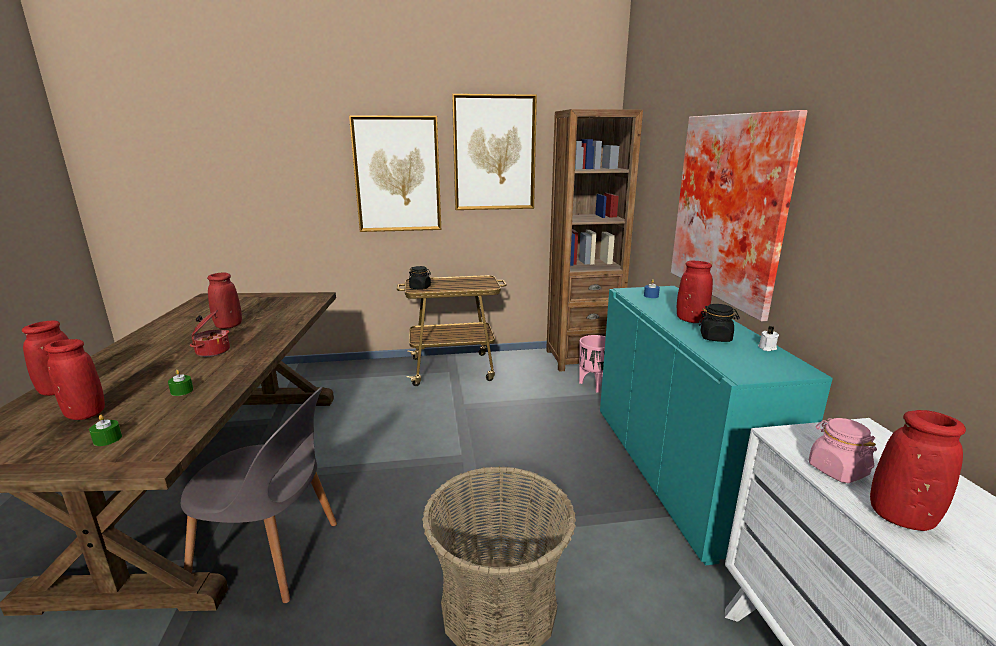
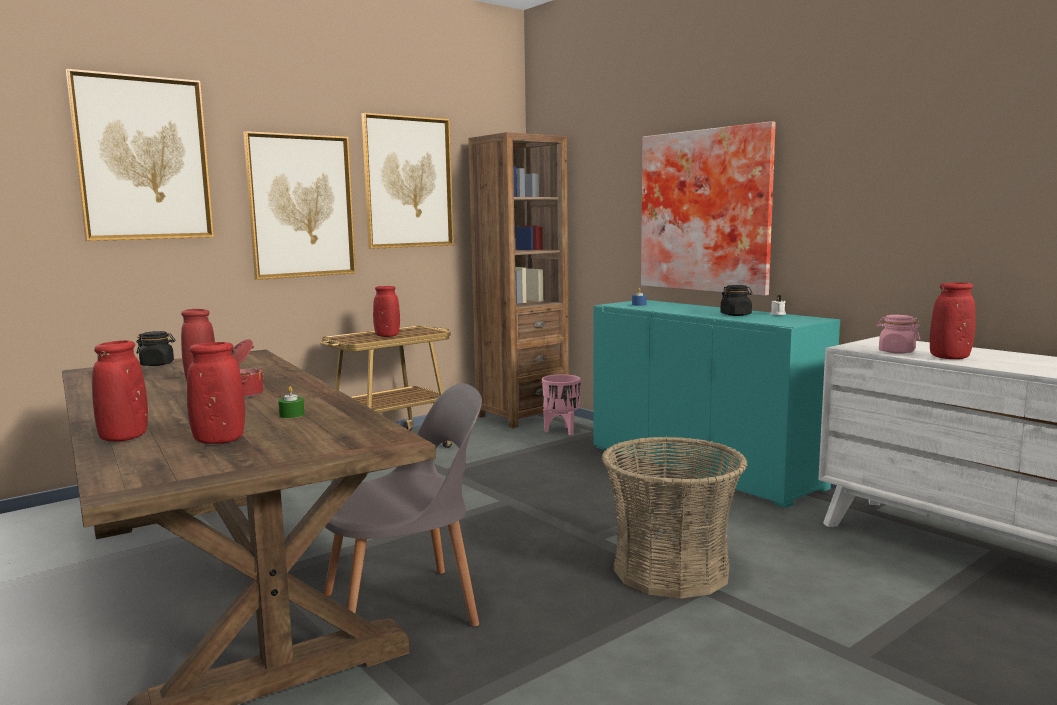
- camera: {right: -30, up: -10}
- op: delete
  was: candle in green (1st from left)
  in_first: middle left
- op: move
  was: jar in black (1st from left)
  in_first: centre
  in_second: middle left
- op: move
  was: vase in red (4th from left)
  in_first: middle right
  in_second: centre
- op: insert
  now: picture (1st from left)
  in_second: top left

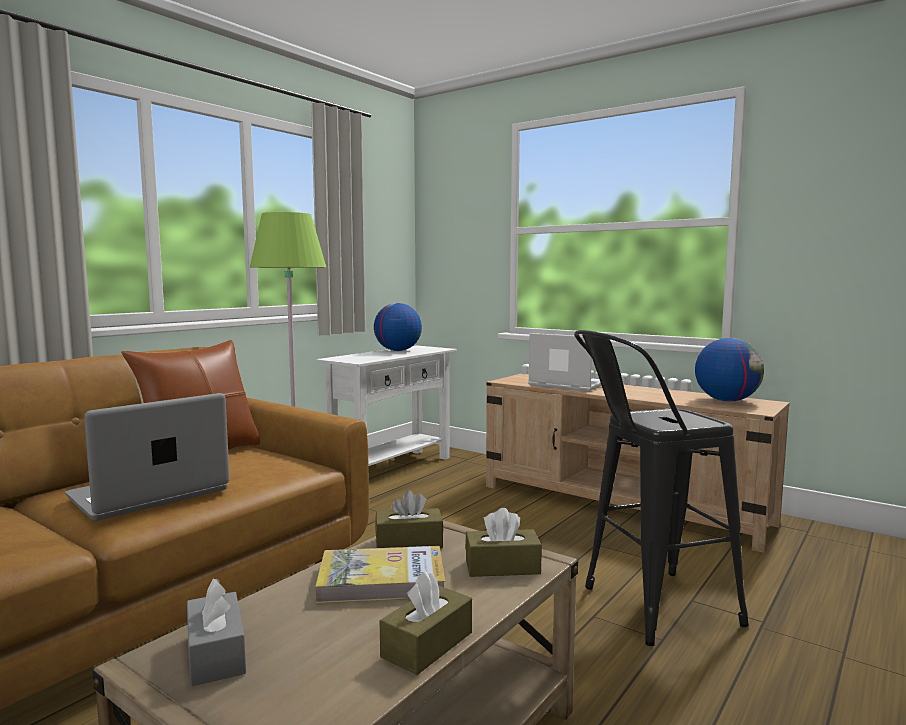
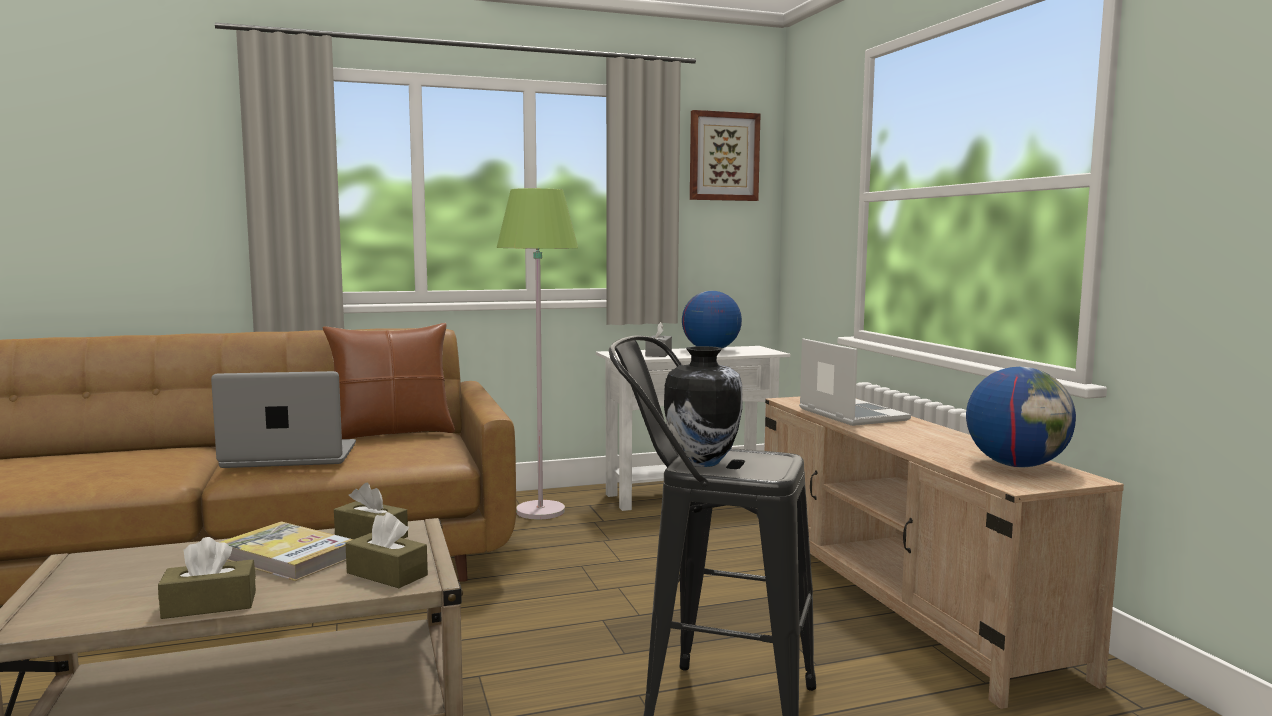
- camera: {right: 35, up: 0}
- op: move
  was: tissue box in grey
  in_first: bottom left
  in_second: centre
- op: insert
  now: vase
  in_second: centre
- op: insert
  now: picture
  in_second: top centre

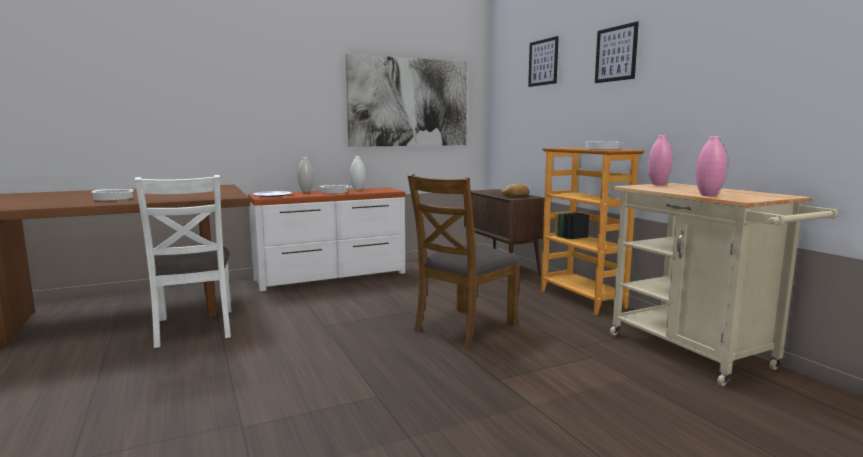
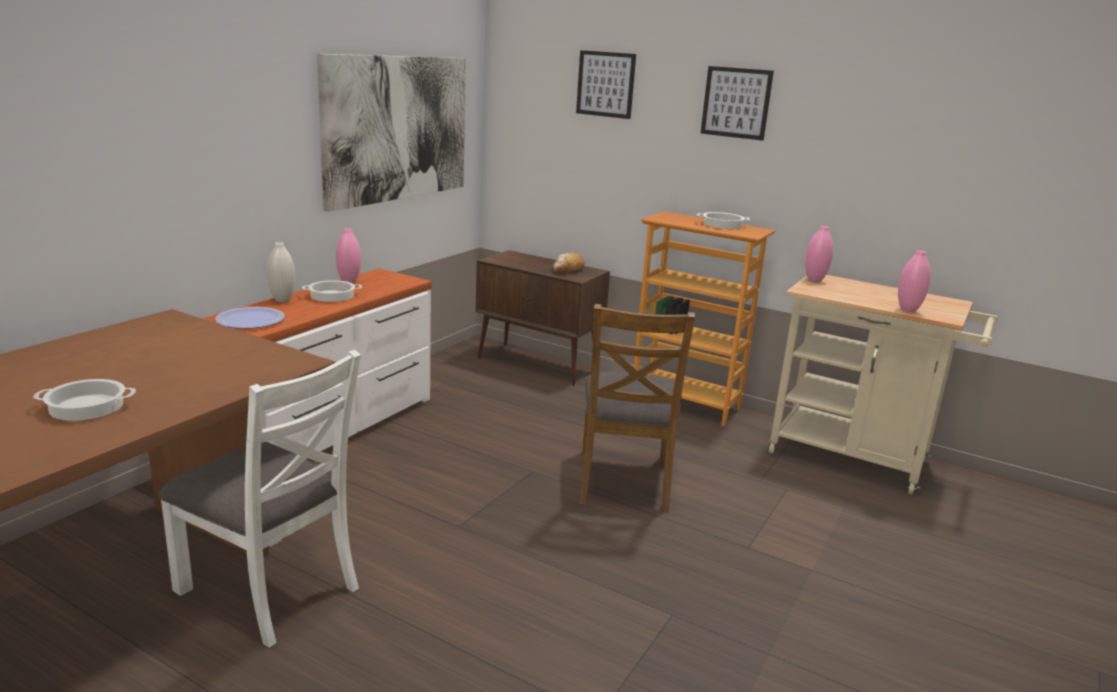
- camera: {right: -35, up: 10}
- op: recolor
  was: vase in white (2nd from left)
  now: vase in pink (1st from left)
  in_first: centre
  in_second: middle left

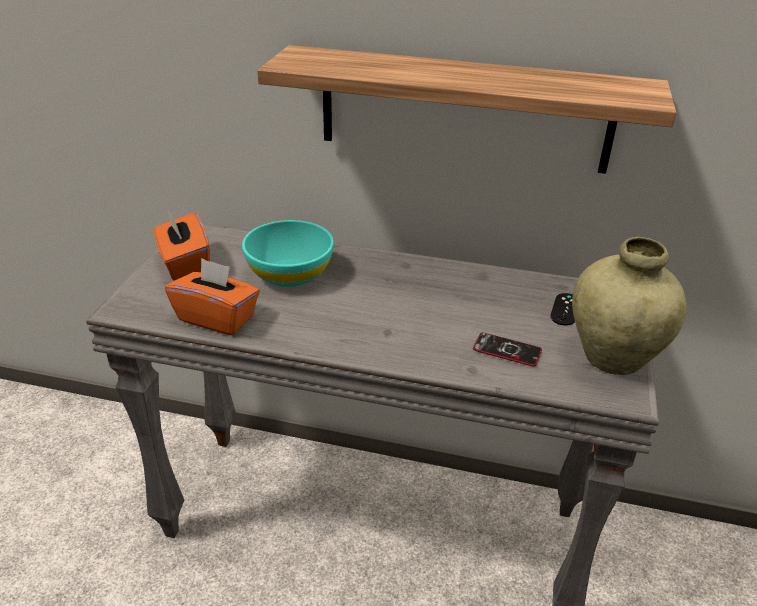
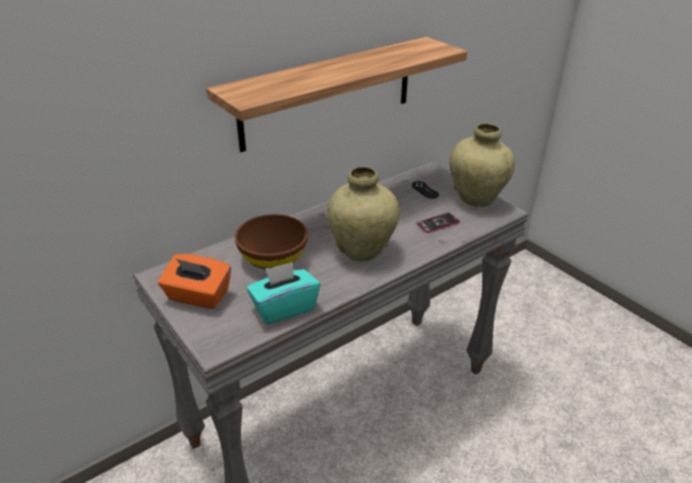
- camera: {right: -50, up: 0}
- op: recolor
  was: tissue box in orange (2nd from left)
  now: tissue box in turquoise
  in_first: middle left
  in_second: centre
- op: recolor
  was: bowl in turquoise
  now: bowl in brown
  in_first: centre
  in_second: centre
- op: insert
  now: vase in beige (1st from left)
  in_second: centre

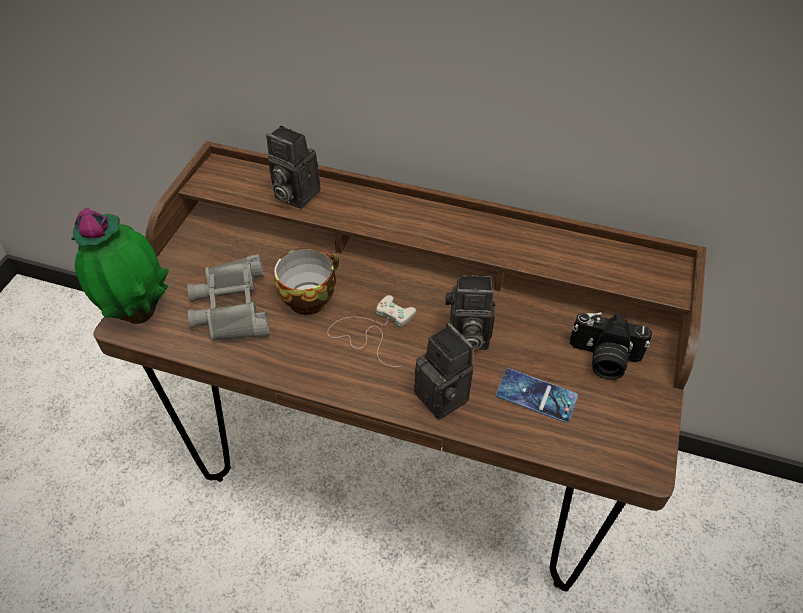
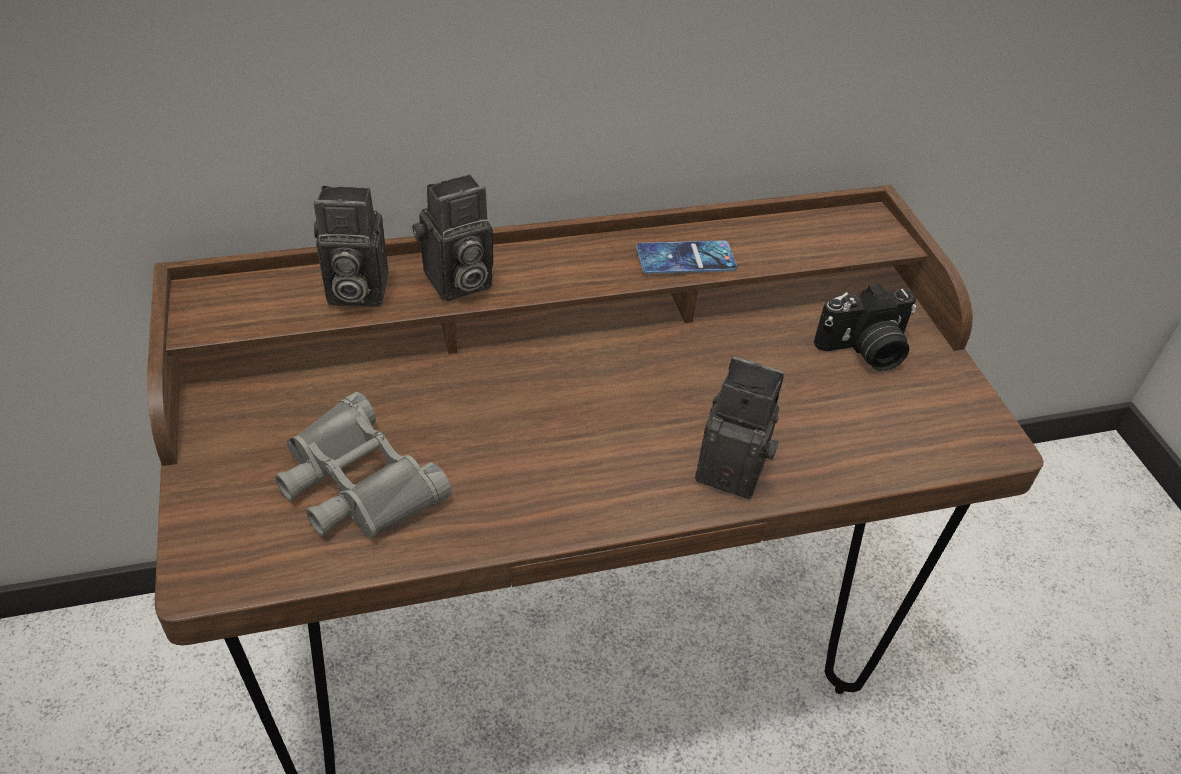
- camera: {right: -35, up: -5}
- op: delete
  was: potted plant
  in_first: middle left
- op: delete
  was: cup
  in_first: centre
- op: delete
  was: game controller in white
  in_first: centre
- op: move
  was: photo camera (3rd from left in the first image)
  now: photo camera (2nd from left)
  in_first: centre
  in_second: top centre
- op: move
  was: phone
  in_first: middle right
  in_second: top centre

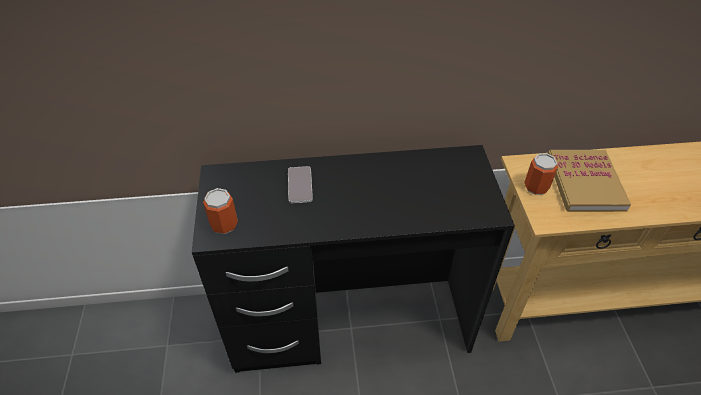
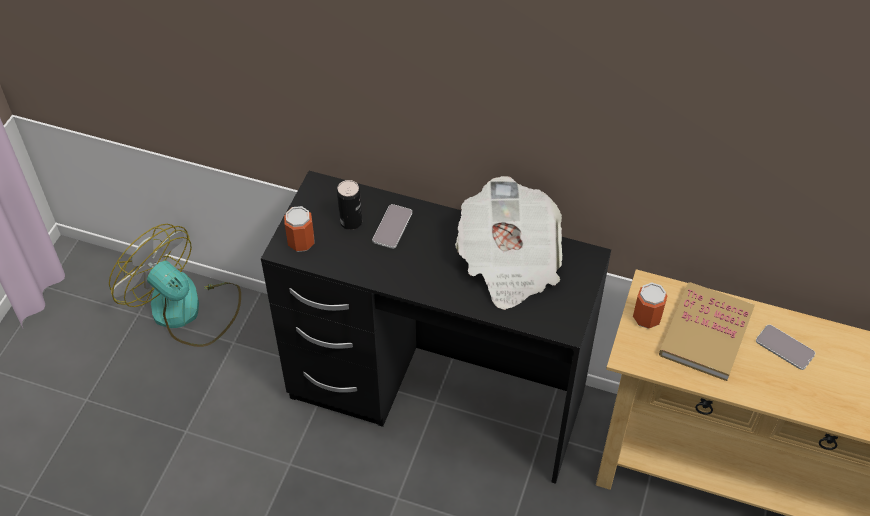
- camera: {right: 25, up: 5}
- op: insert
  now: fan
  in_second: middle left
- op: insert
  now: can (2nd from left)
  in_second: centre
- op: insert
  now: newspaper
  in_second: centre
- op: insert
  now: phone (2nd from left)
  in_second: bottom right

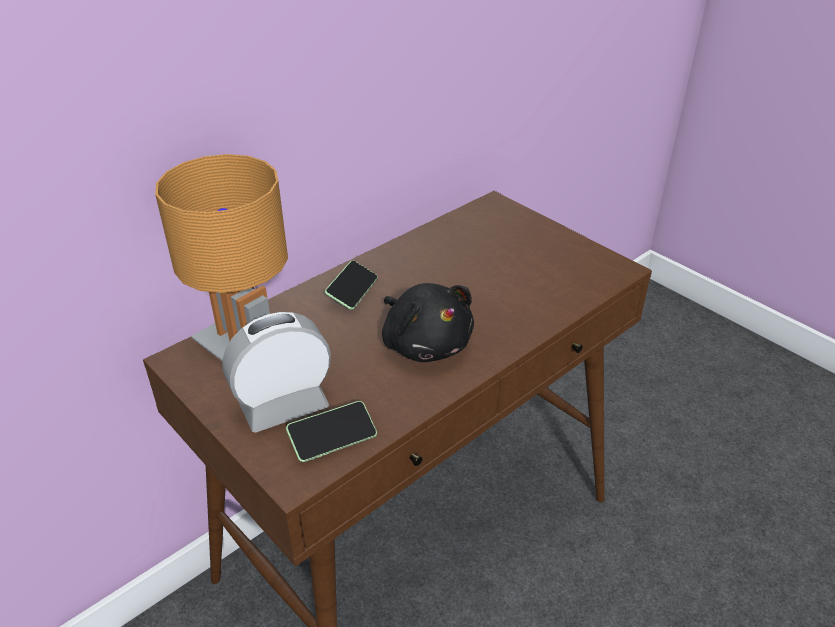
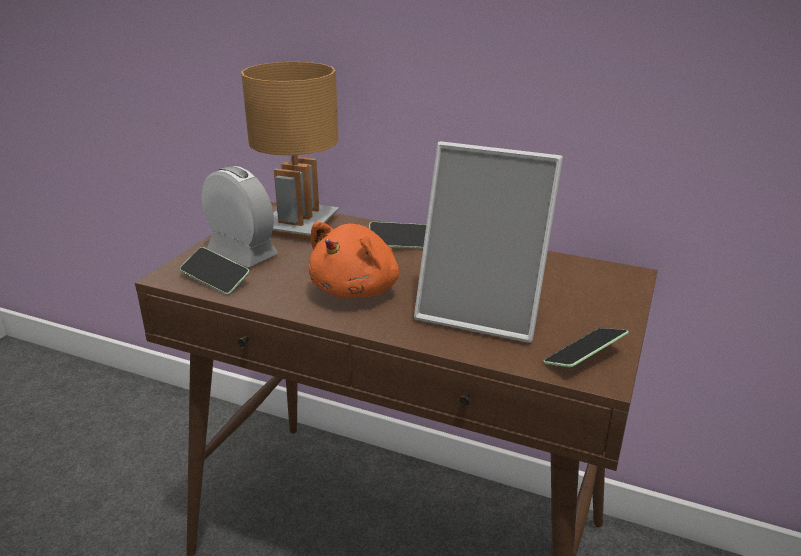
- camera: {right: 65, up: -10}
- op: recolor
  was: plush toy in black
  now: plush toy in orange
  in_first: centre
  in_second: centre
- op: insert
  now: picture frame
  in_second: centre
- op: insert
  now: phone (3rd from left)
  in_second: middle right

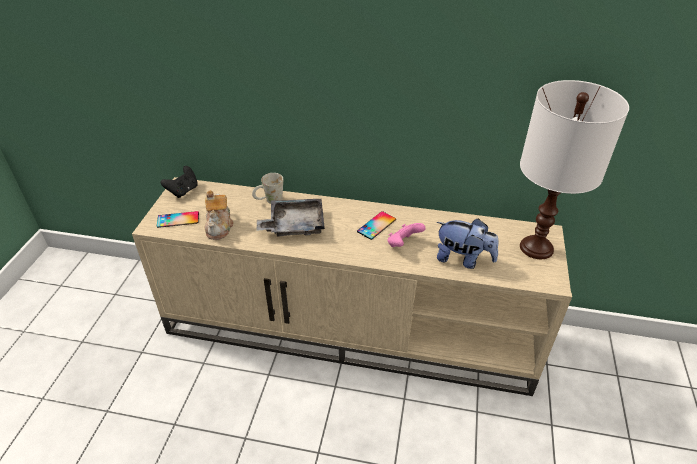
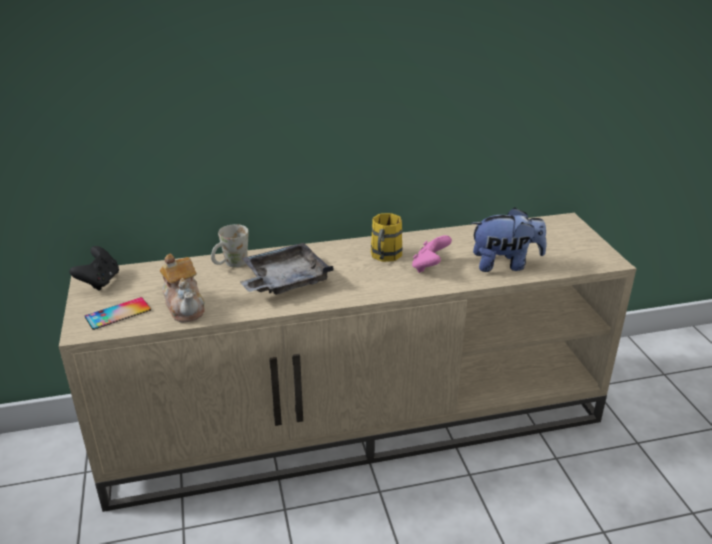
- camera: {right: -25, up: -10}
- op: replace
  was: phone (2nd from left)
  now: mug in yellow
  in_first: centre
  in_second: centre
- op: delete
  was: table lamp in white
  in_first: middle right

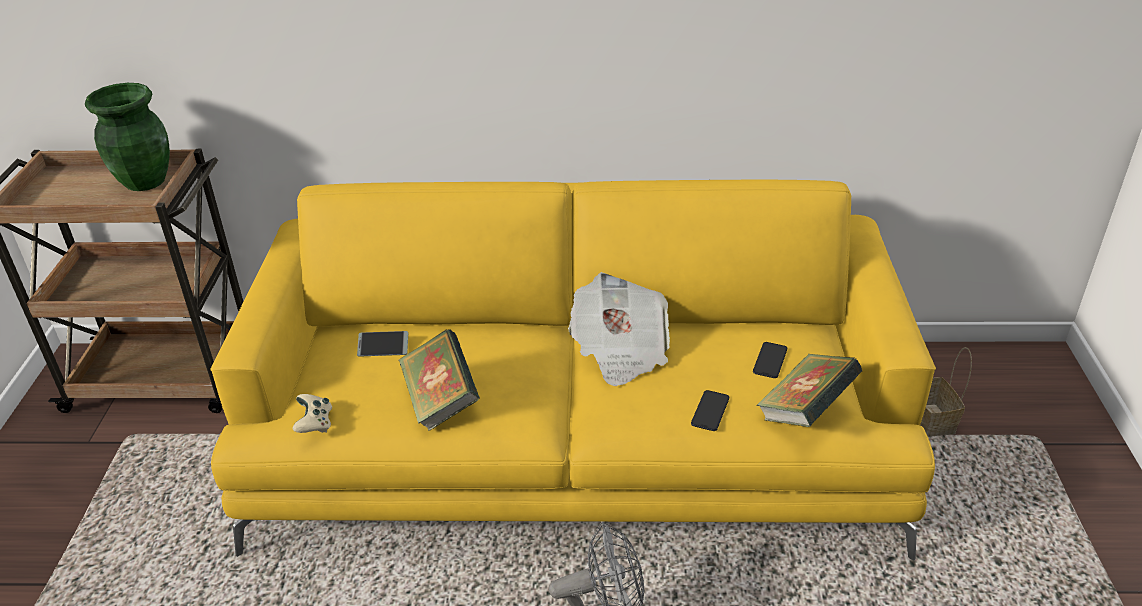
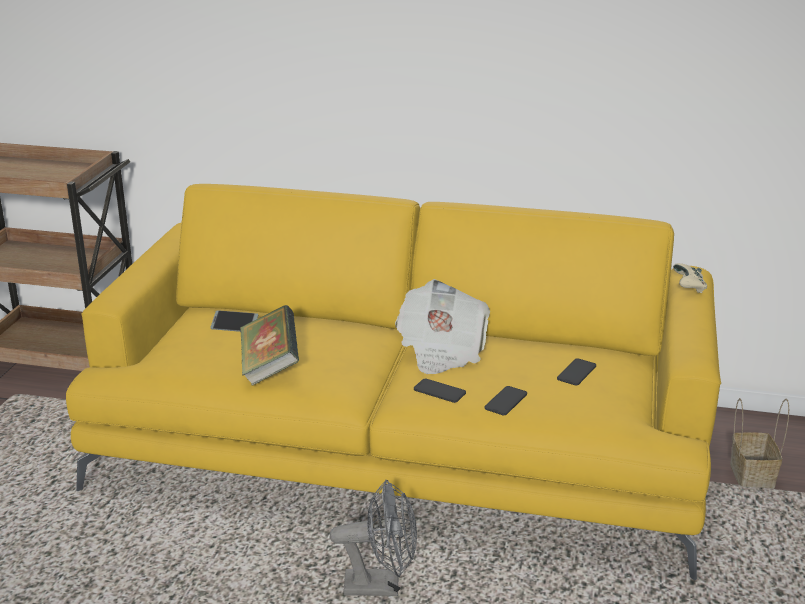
- camera: {right: 10, up: -10}
- op: delete
  was: vase in green
  in_first: top left
- op: move
  was: game controller in beige
  in_first: bottom left
  in_second: middle right
- op: delete
  was: book (2nd from left)
  in_first: middle right
- op: insert
  now: phone (2nd from left)
  in_second: centre

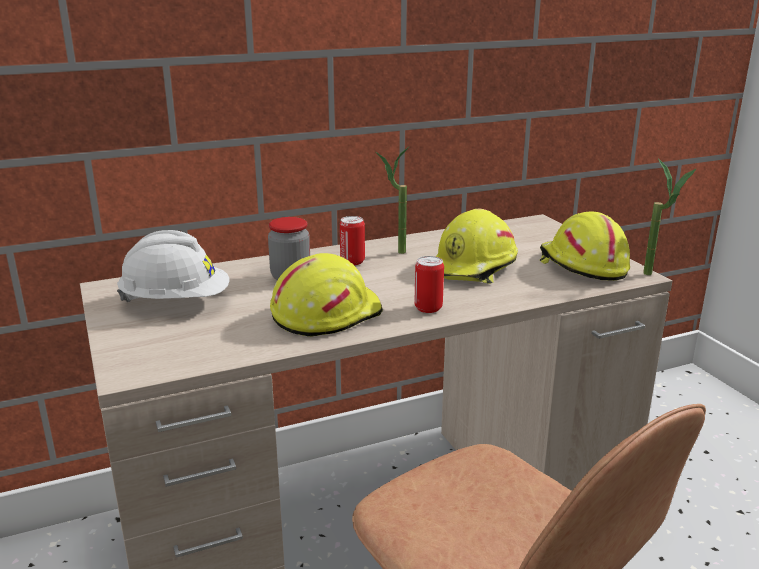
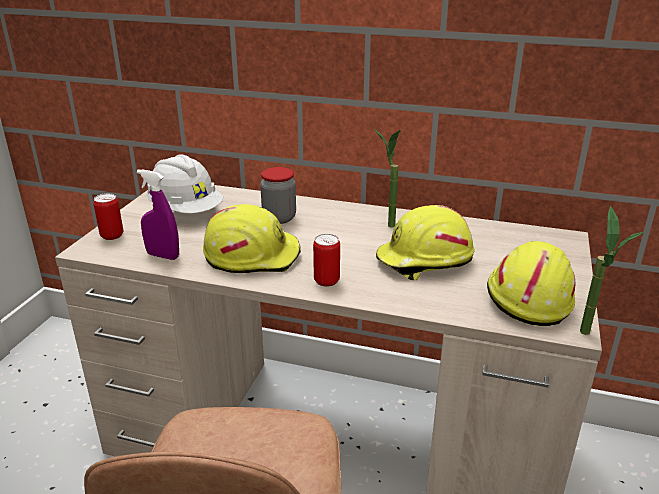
- camera: {right: 40, up: 5}
- op: move
  was: can (1st from left)
  in_first: centre
  in_second: middle left
- op: insert
  now: spray bottle in purple
  in_second: middle left

